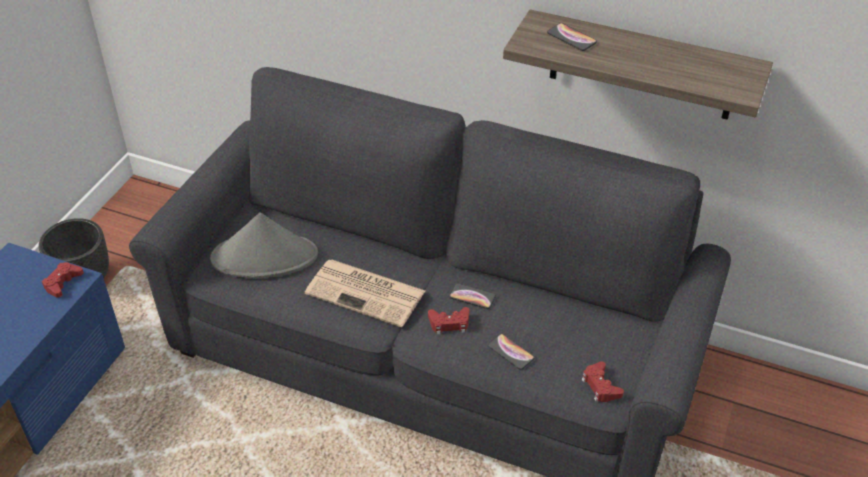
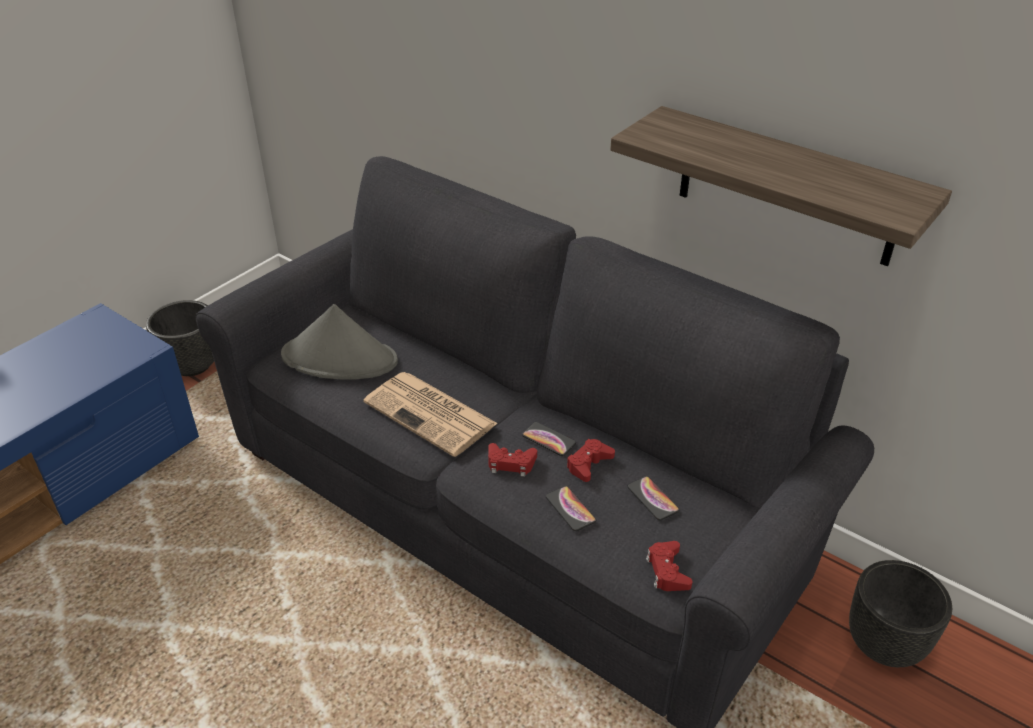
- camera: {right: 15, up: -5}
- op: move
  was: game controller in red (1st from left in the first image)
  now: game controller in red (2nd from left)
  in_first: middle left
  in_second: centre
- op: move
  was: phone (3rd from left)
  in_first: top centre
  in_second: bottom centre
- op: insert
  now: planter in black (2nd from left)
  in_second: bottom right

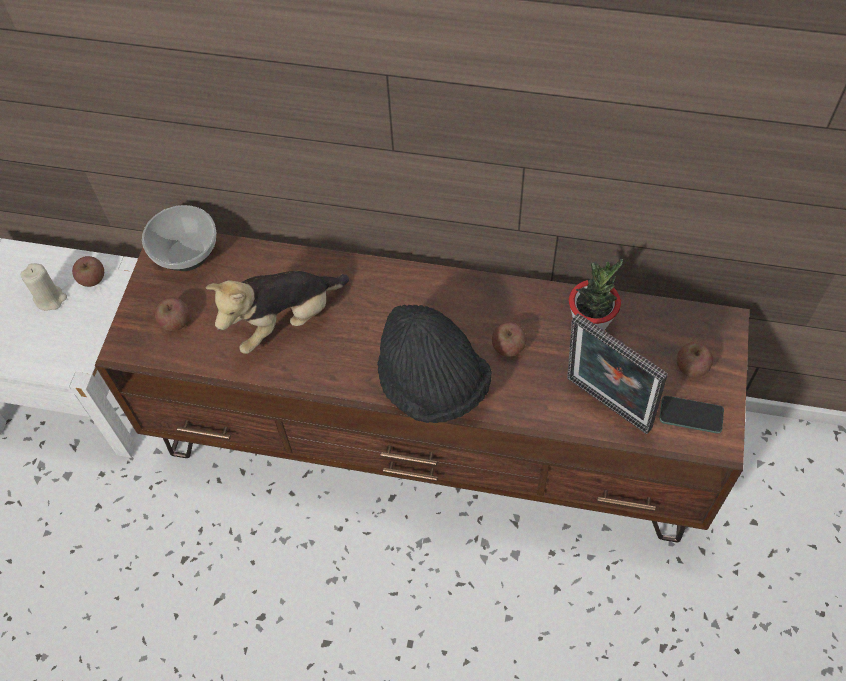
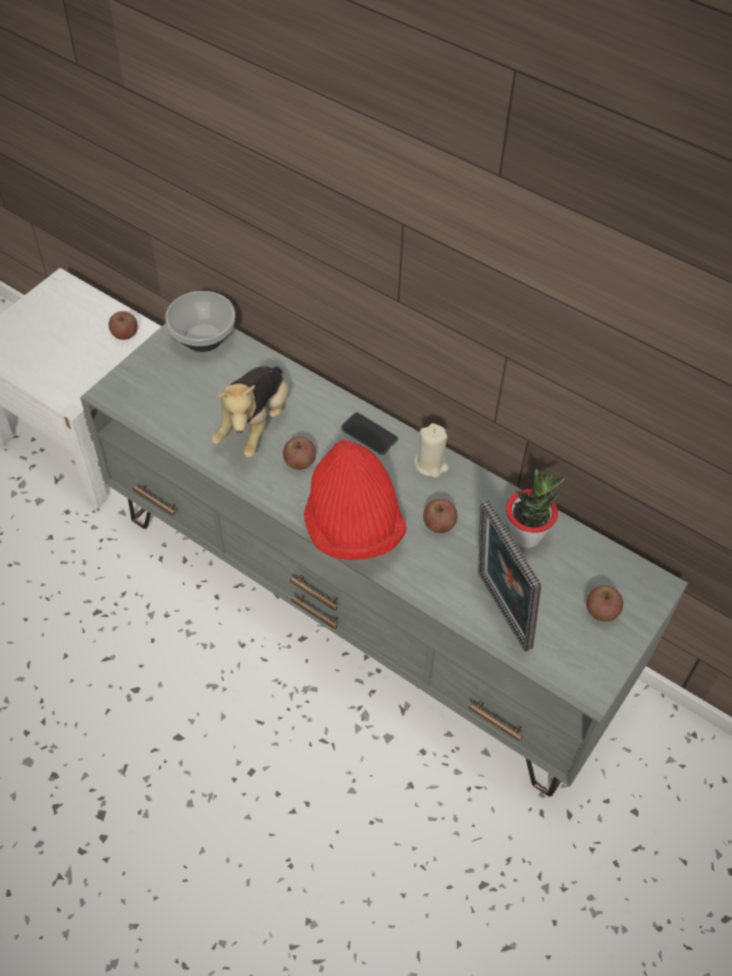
- camera: {right: 20, up: -5}
- op: move
  was: candle in beige
  in_first: middle left
  in_second: centre
- op: recolor
  was: tv stand in brown
  now: tv stand in grey
  in_first: centre
  in_second: centre
- op: move
  was: apple (2nd from left)
  in_first: middle left
  in_second: centre
- op: rotate
  was: plush toy
  in_first: middle left
  in_second: centre
  clockwise: -60
- op: recolor
  was: hat in black
  now: hat in red
  in_first: centre
  in_second: centre
- op: move
  was: phone
  in_first: middle right
  in_second: centre

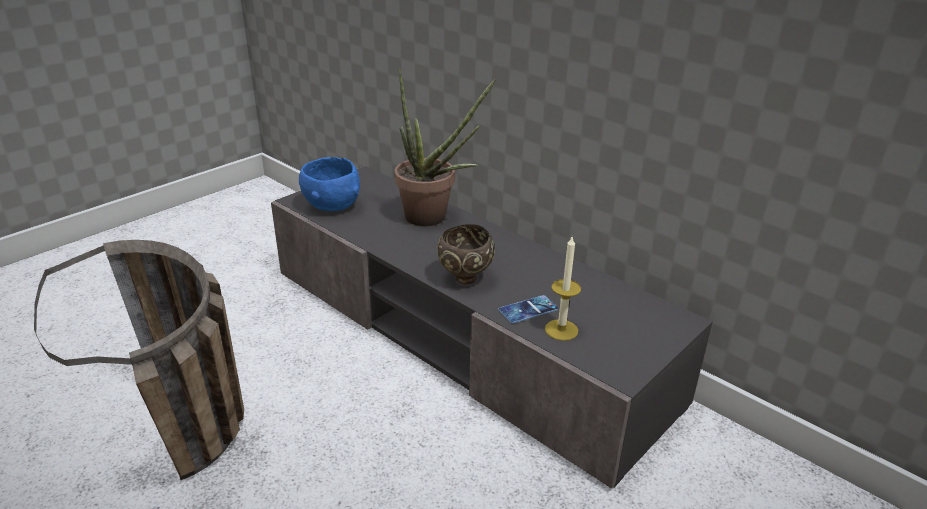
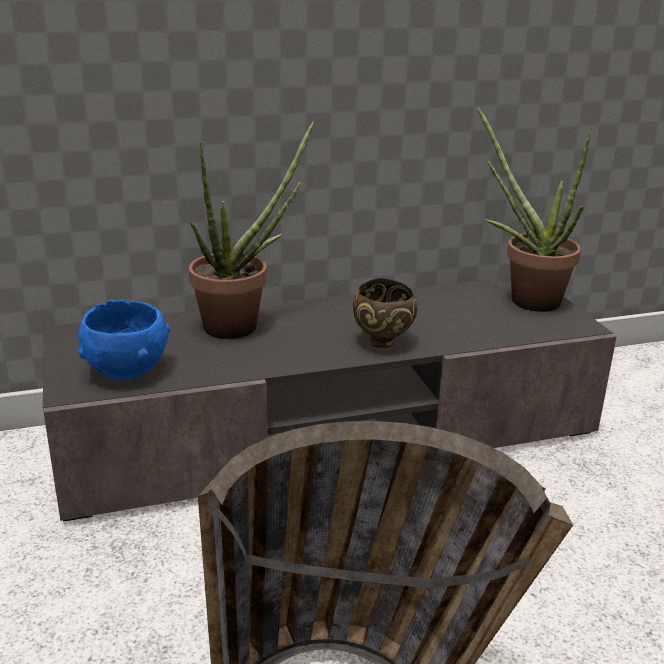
- camera: {right: -60, up: -5}
- op: delete
  was: phone
  in_first: centre
- op: delete
  was: candle
  in_first: centre
- op: insert
  now: potted plant (2nd from left)
  in_second: top right

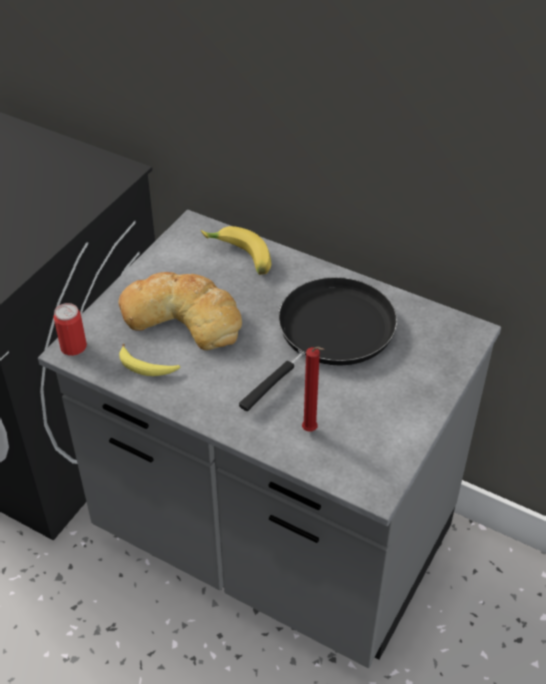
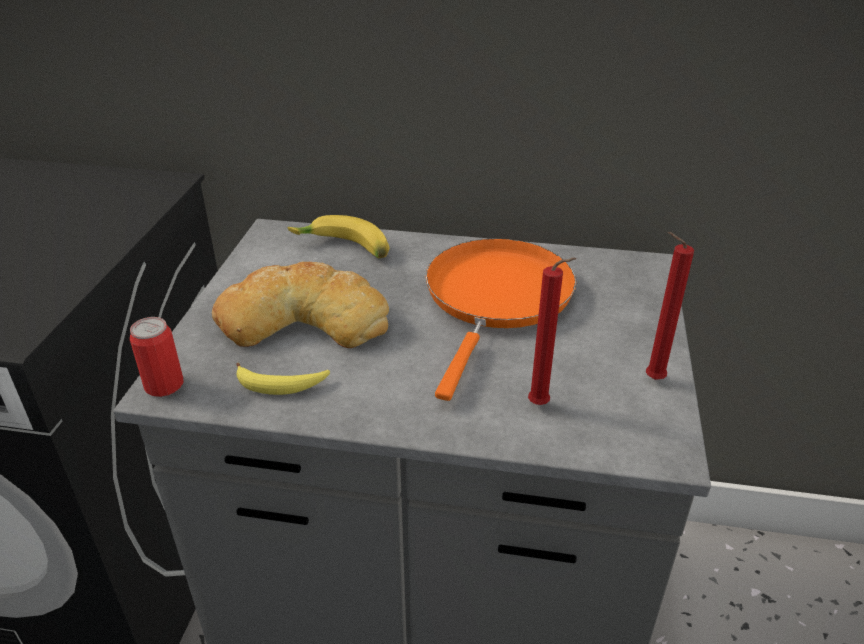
- camera: {right: -20, up: -10}
- op: recolor
  was: frying pan in black
  now: frying pan in orange
  in_first: centre
  in_second: centre
- op: insert
  now: candle in red (2nd from left)
  in_second: middle right

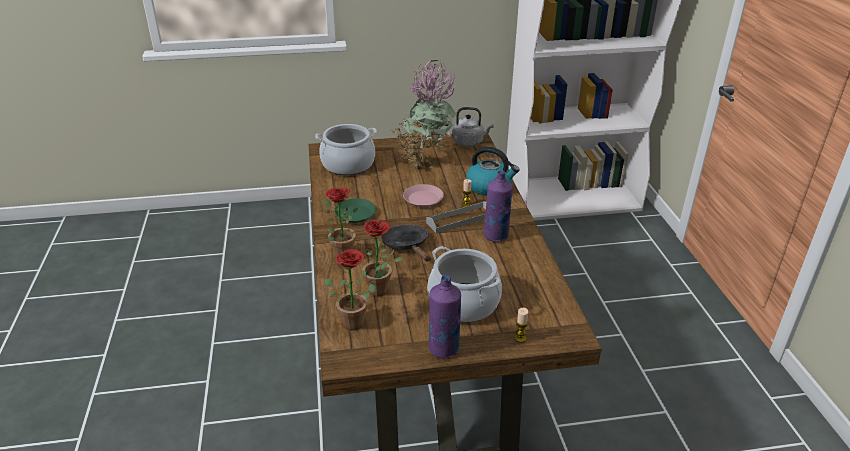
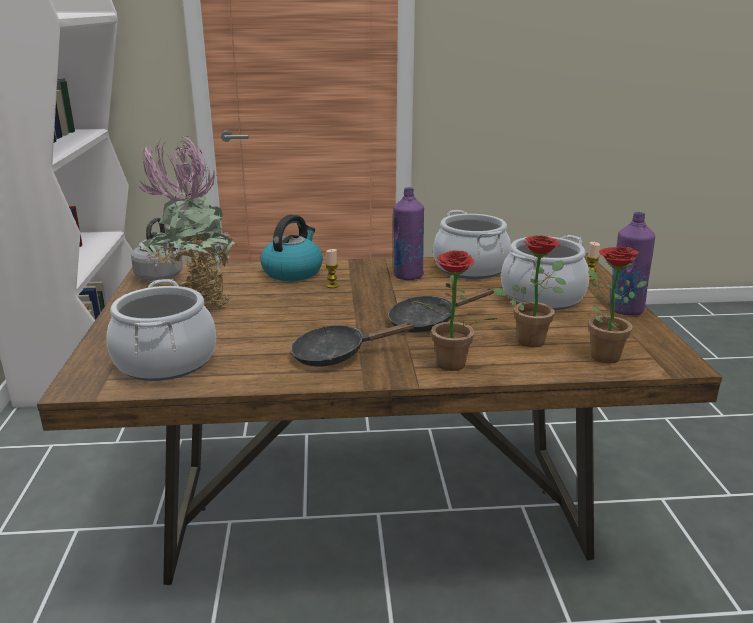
- camera: {right: -85, up: -10}
- op: replace
  was: plate in green
  now: frying pan in black (1st from left)
  in_first: centre
  in_second: centre
- op: delete
  was: plate in pink
  in_first: centre
- op: delete
  was: tray in grey
  in_first: centre
- op: insert
  now: cooking pot (2nd from left)
  in_second: centre

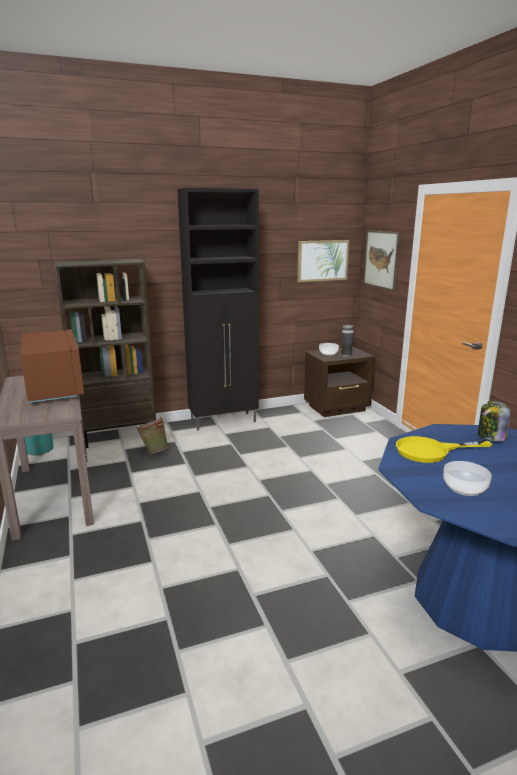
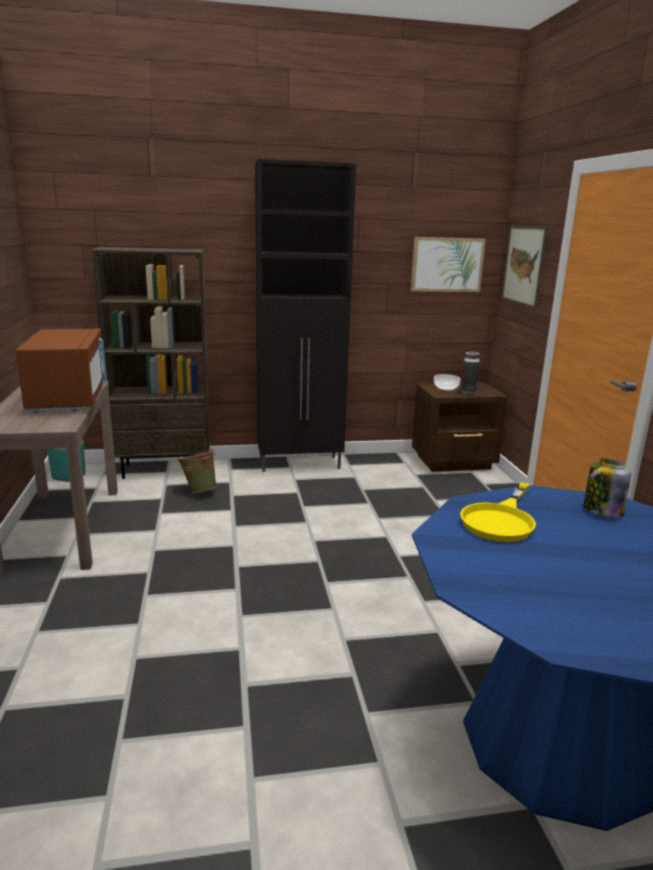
- camera: {right: 10, up: 0}
- op: rotate
  was: frying pan in yellow
  in_first: middle right
  in_second: middle right
  clockwise: -60
- op: delete
  was: bowl (2nd from left)
  in_first: middle right

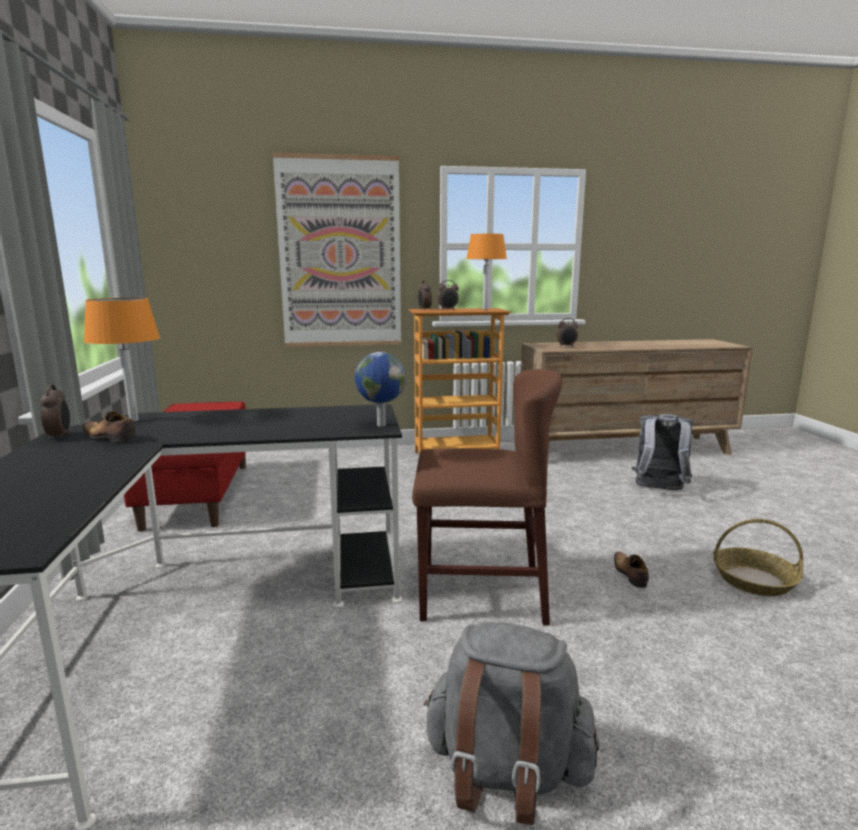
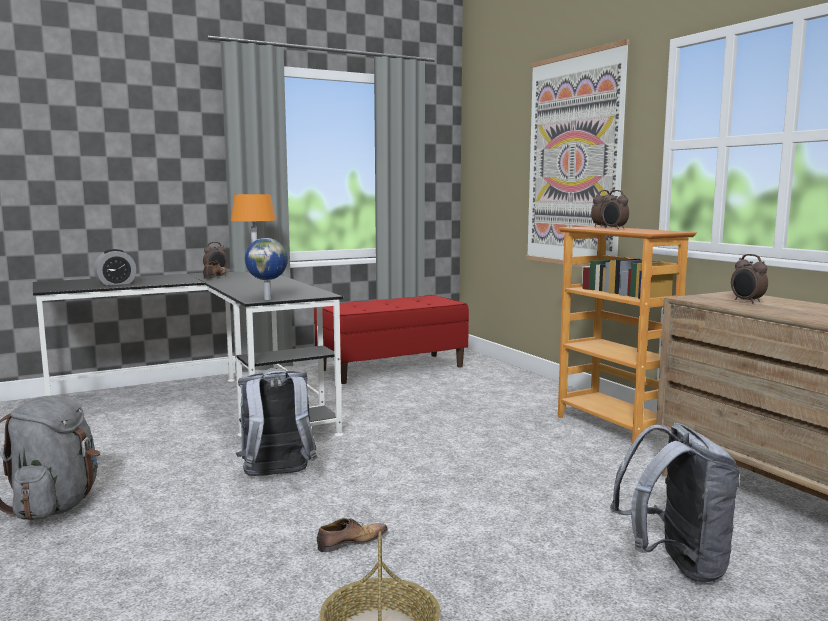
- camera: {right: 70, up: -5}
- op: replace
  was: chair in brown
  now: backpack in grey (2nd from left)
  in_first: centre
  in_second: bottom centre
- op: delete
  was: table lamp in orange (2nd from left)
  in_first: top centre
- op: insert
  now: alarm clock (1st from left)
  in_second: middle left

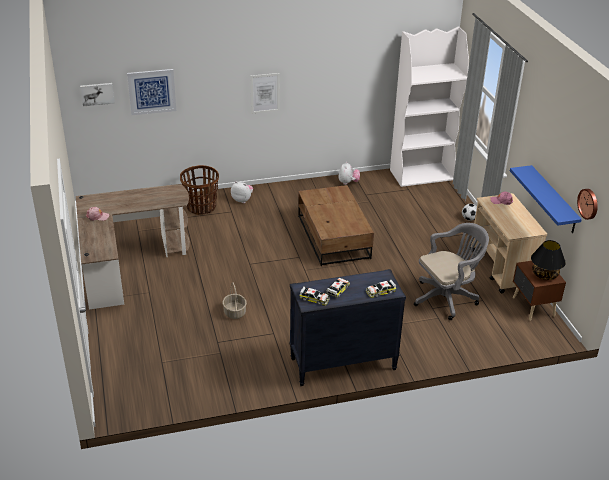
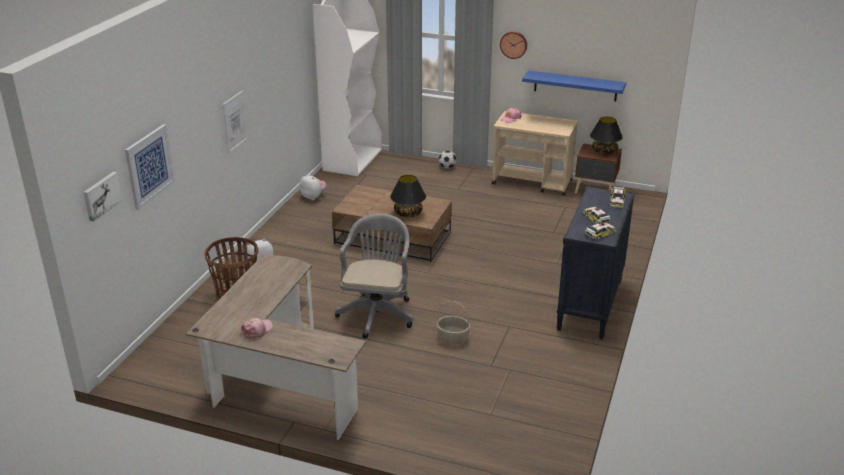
- camera: {right: -55, up: -5}
- op: move
  was: office chair in grey
  in_first: middle right
  in_second: centre
- op: move
  was: wall clock
  in_first: middle right
  in_second: top centre
- op: insert
  now: table lamp in black (1st from left)
  in_second: centre

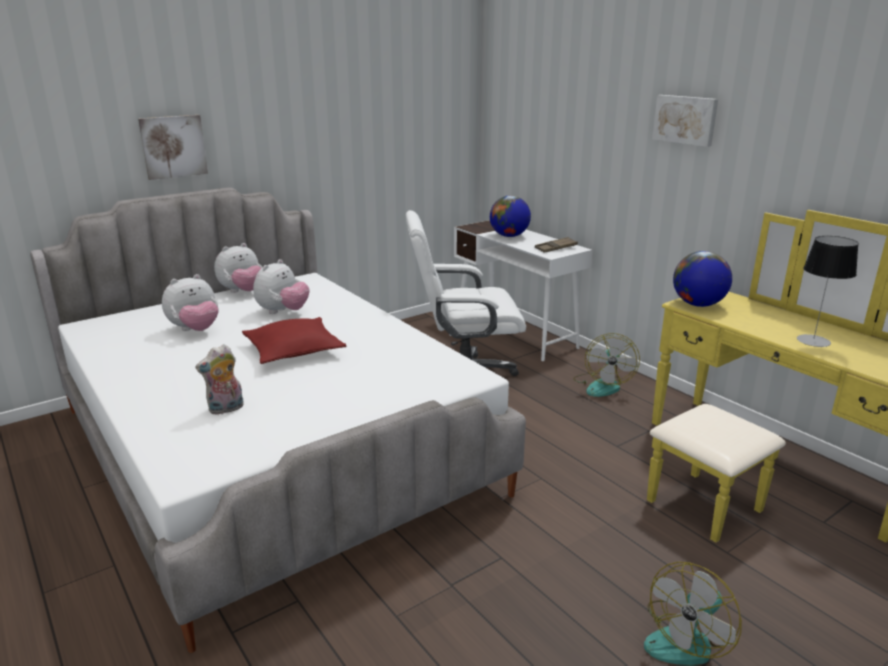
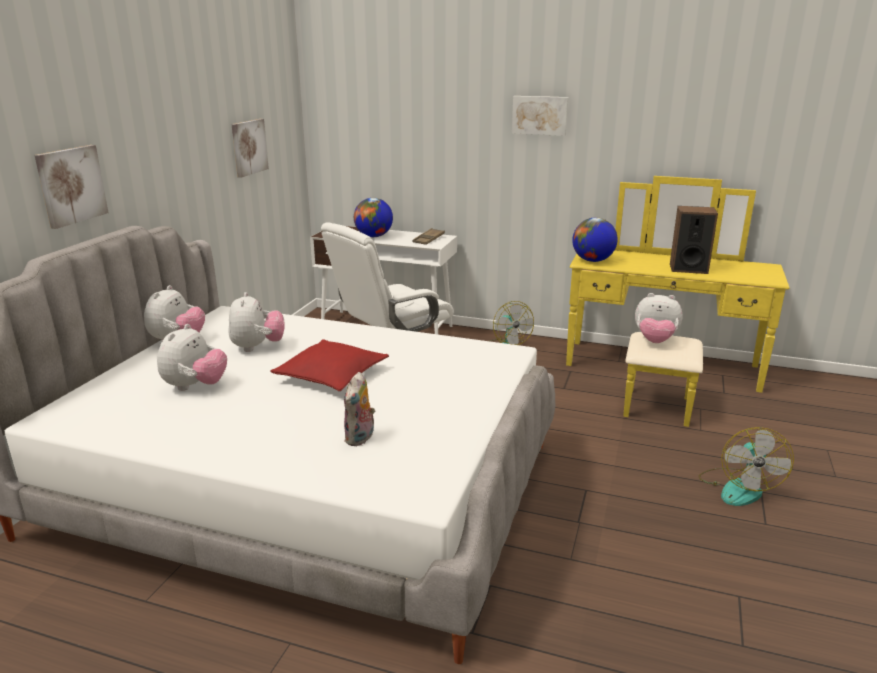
- camera: {right: -35, up: 0}
- op: replace
  was: table lamp
  now: speaker
  in_first: middle right
  in_second: middle right
- op: insert
  now: picture (2nd from left)
  in_second: top left
- op: insert
  now: plush toy (5th from left)
  in_second: middle right

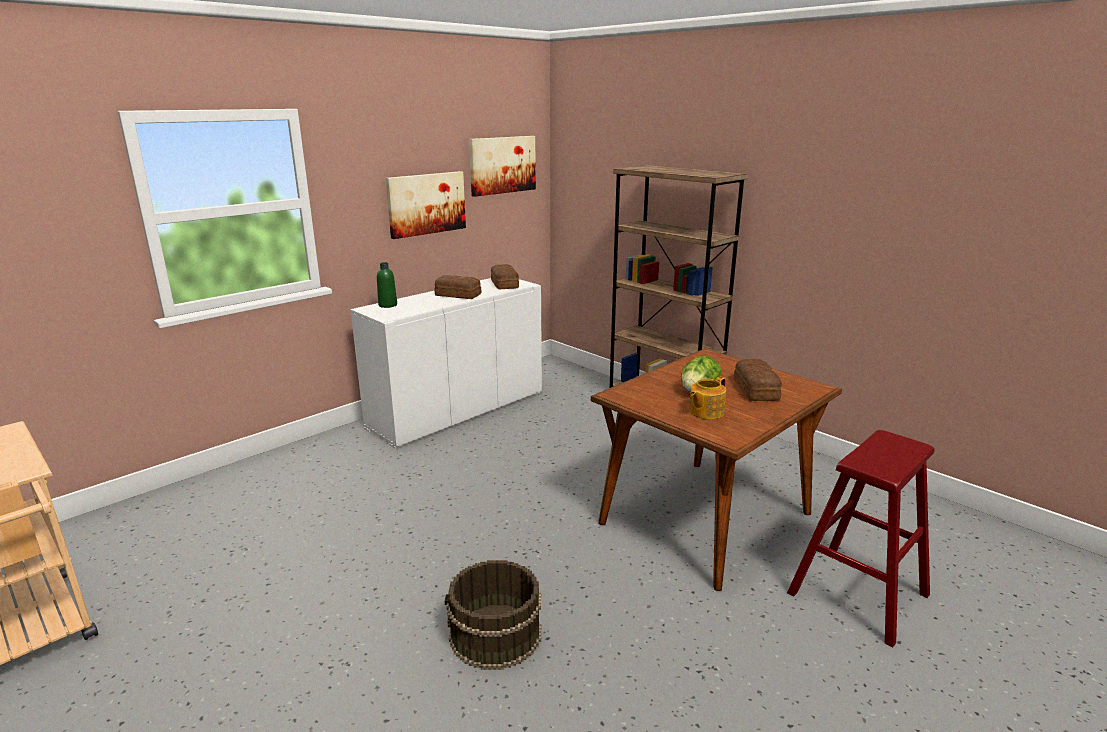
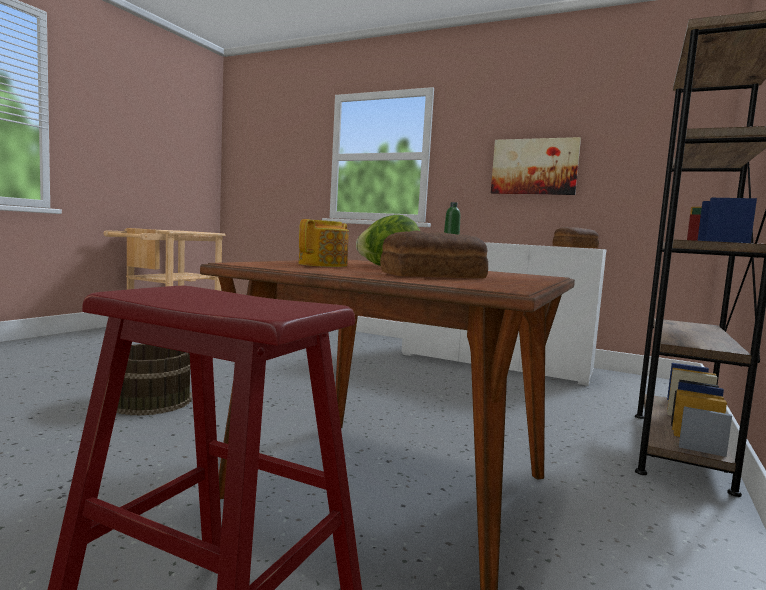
- camera: {right: 70, up: -15}
- op: delete
  was: bread (1st from left)
  in_first: centre
- op: delete
  was: picture (2nd from left)
  in_first: top centre
- op: rotate
  was: teapot
  in_first: centre
  in_second: centre
  clockwise: 90

